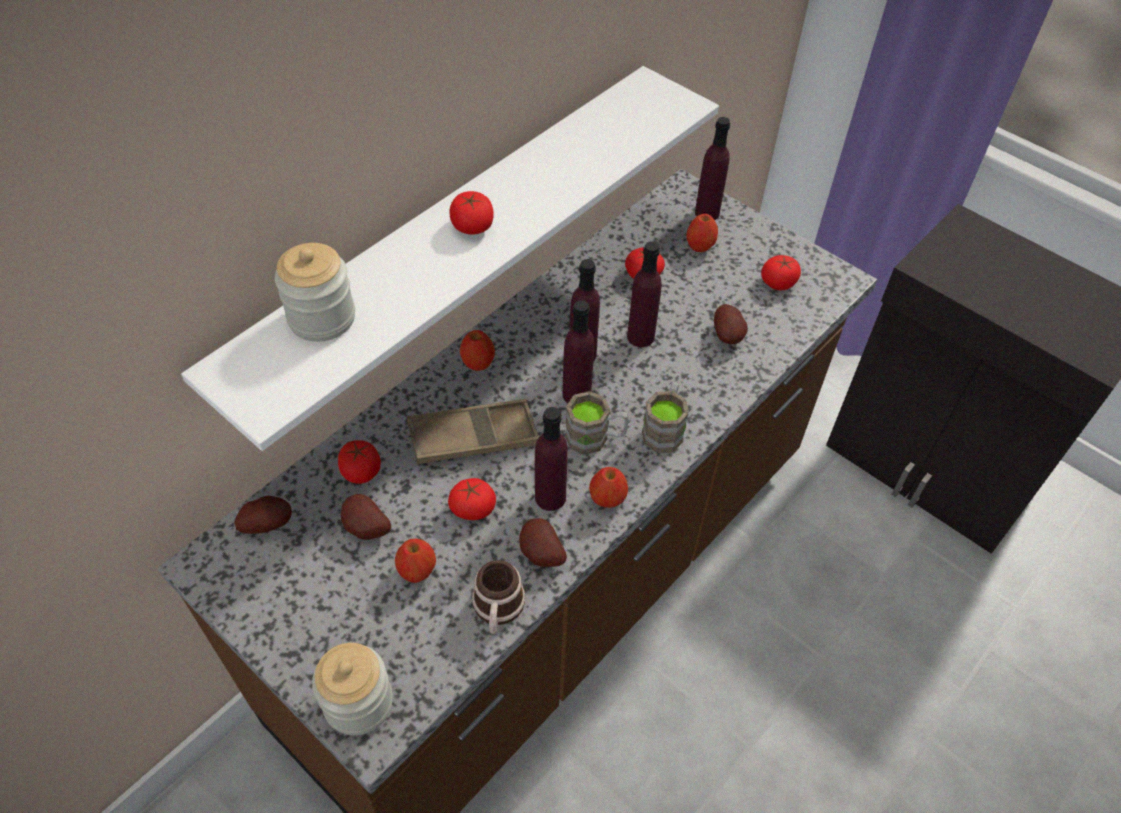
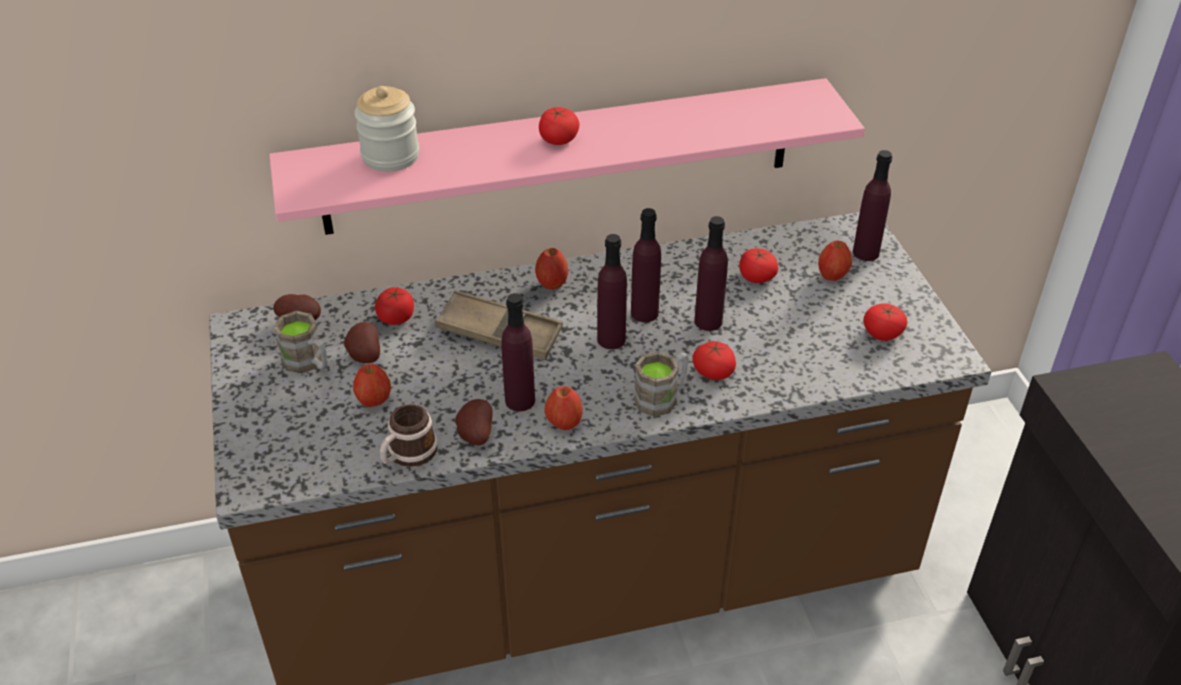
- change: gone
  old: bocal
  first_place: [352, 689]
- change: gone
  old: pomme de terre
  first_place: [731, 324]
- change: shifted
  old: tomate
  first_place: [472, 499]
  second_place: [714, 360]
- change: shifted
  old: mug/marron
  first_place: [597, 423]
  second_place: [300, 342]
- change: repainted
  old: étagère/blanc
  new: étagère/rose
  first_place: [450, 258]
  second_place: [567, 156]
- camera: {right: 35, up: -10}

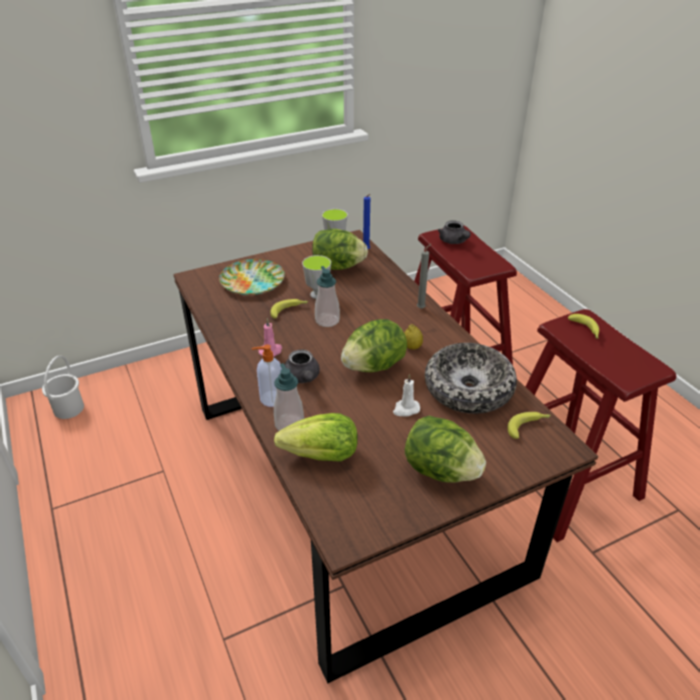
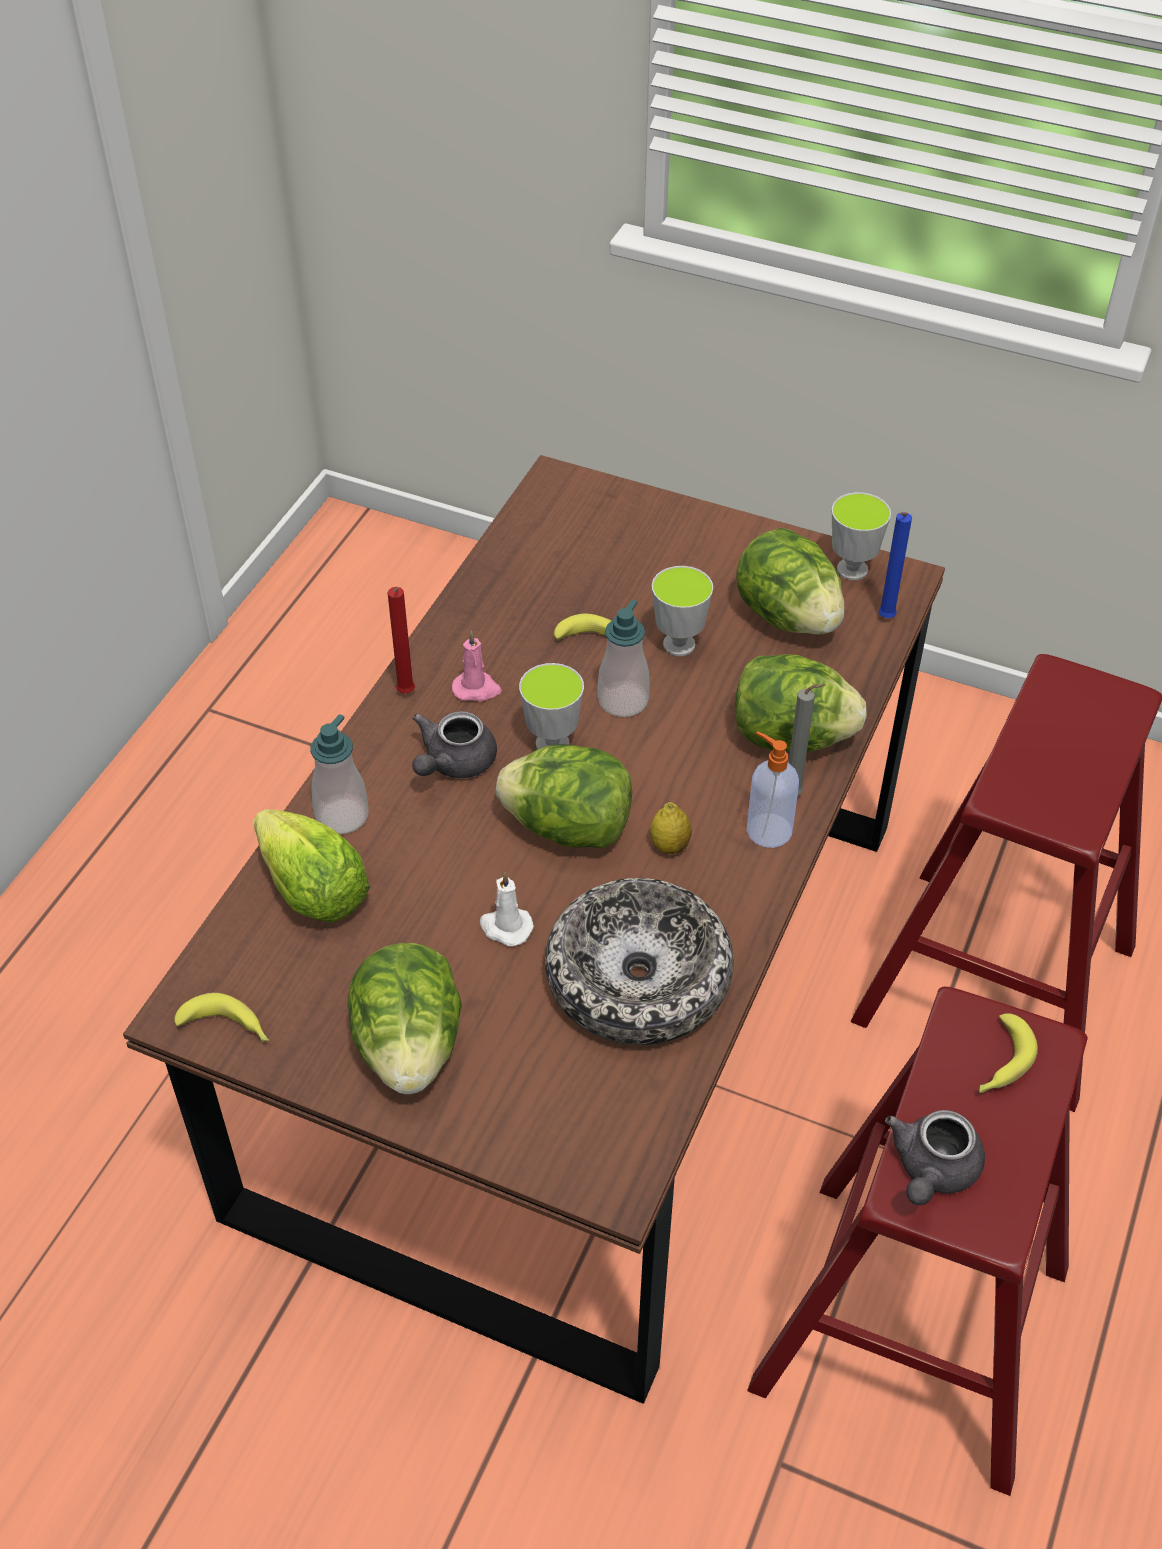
- change: gone
  old: seau/blanc
  first_place: [63, 387]
- change: gone
  old: assiette
  first_place: [252, 277]
- change: new
  new: bougie/rouge
  second_place: [401, 640]
- change: new
  new: tasse
  second_place: [551, 706]
- change: new
  new: laitue
  second_place: [801, 703]
- change: shifted
  old: distributeur de savon
  first_place: [267, 375]
  second_place: [773, 789]
- change: shifted
  old: théière/gris
  first_place: [454, 232]
  second_place: [935, 1157]
- change: shifted
  old: banane
  first_place: [529, 425]
  second_place: [221, 1017]
- camera: {right: 50, up: 10}

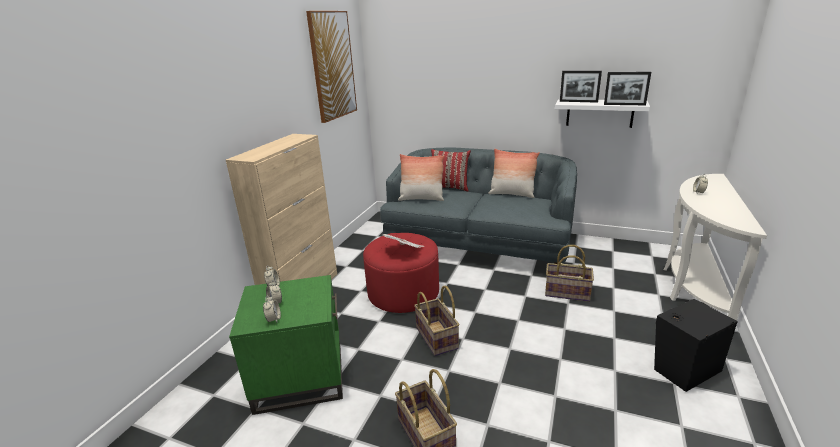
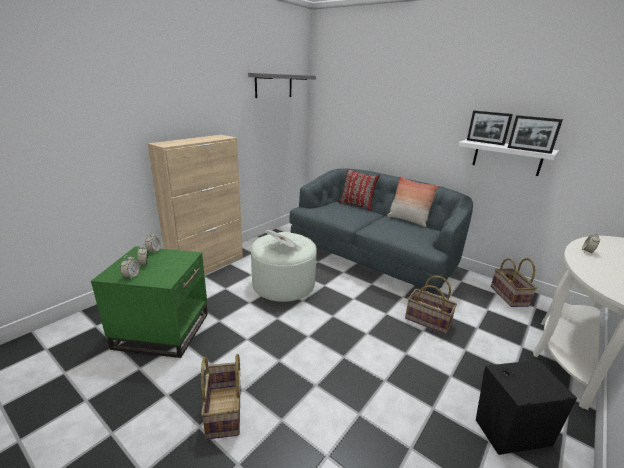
- change: gone
  old: coussin
  first_place: [421, 177]
- change: shifted
  old: panier
  first_place: [436, 321]
  second_place: [514, 282]
- change: swapped
  old: tableau
  new: étagère/gris
  first_place: [331, 67]
  second_place: [282, 85]
- change: repainted
  old: pouf/rouge
  new: pouf/blanc
  first_place: [401, 273]
  second_place: [284, 267]
- camera: {right: 15, up: 0}

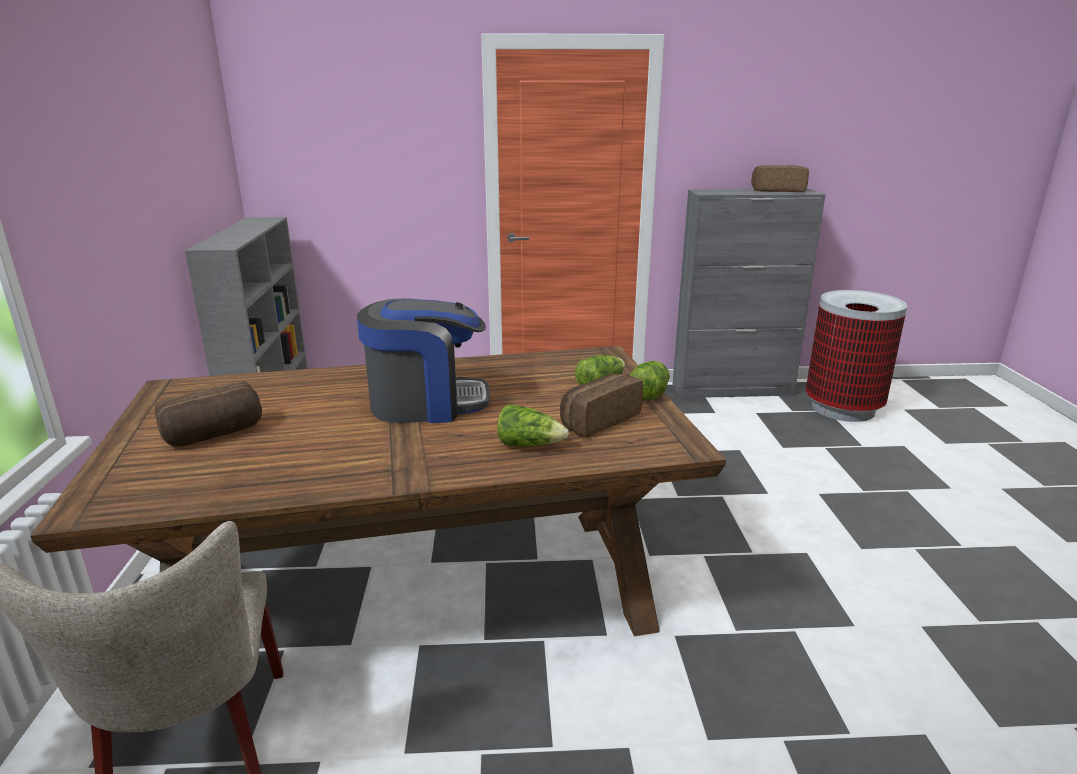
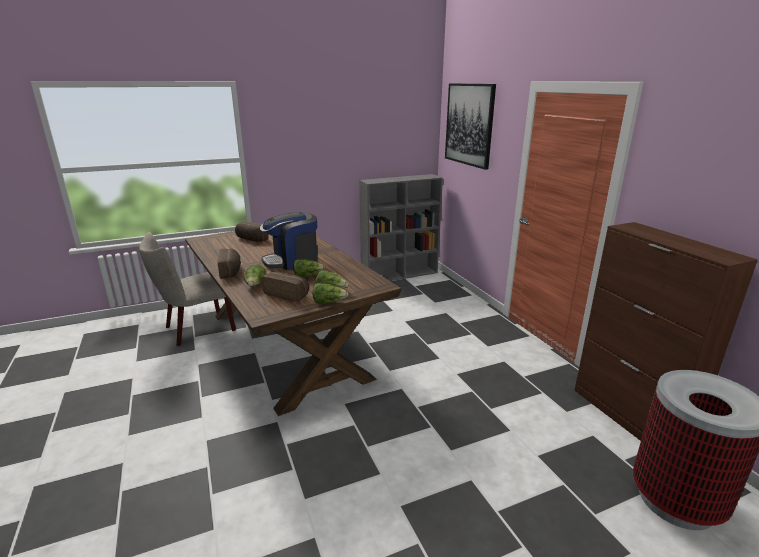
- change: new
  new: laitue
  second_place: [309, 268]
- change: new
  new: tableau
  second_place: [470, 126]
- change: shifted
  old: pain
  first_place: [780, 178]
  second_place: [229, 264]
- change: repainted
  old: meuble de rangement/gris
  new: meuble de rangement/marron
  first_place: [749, 293]
  second_place: [666, 331]
- change: rotated
  old: machine à café
  first_place: [423, 360]
  second_place: [288, 241]
  degrees: 90
- camera: {right: 70, up: 0}

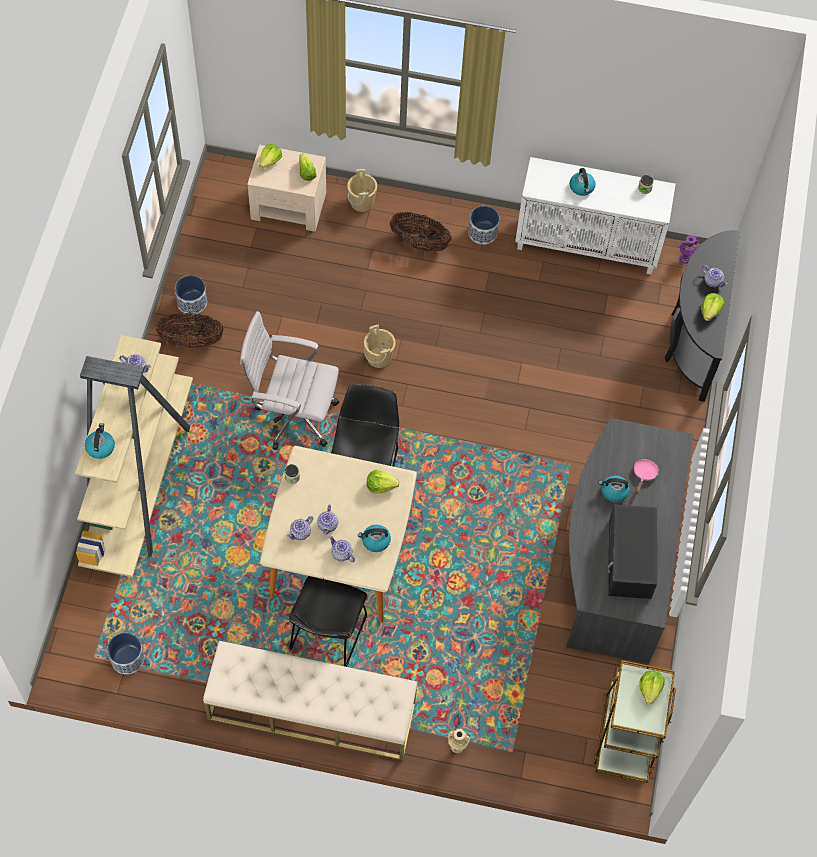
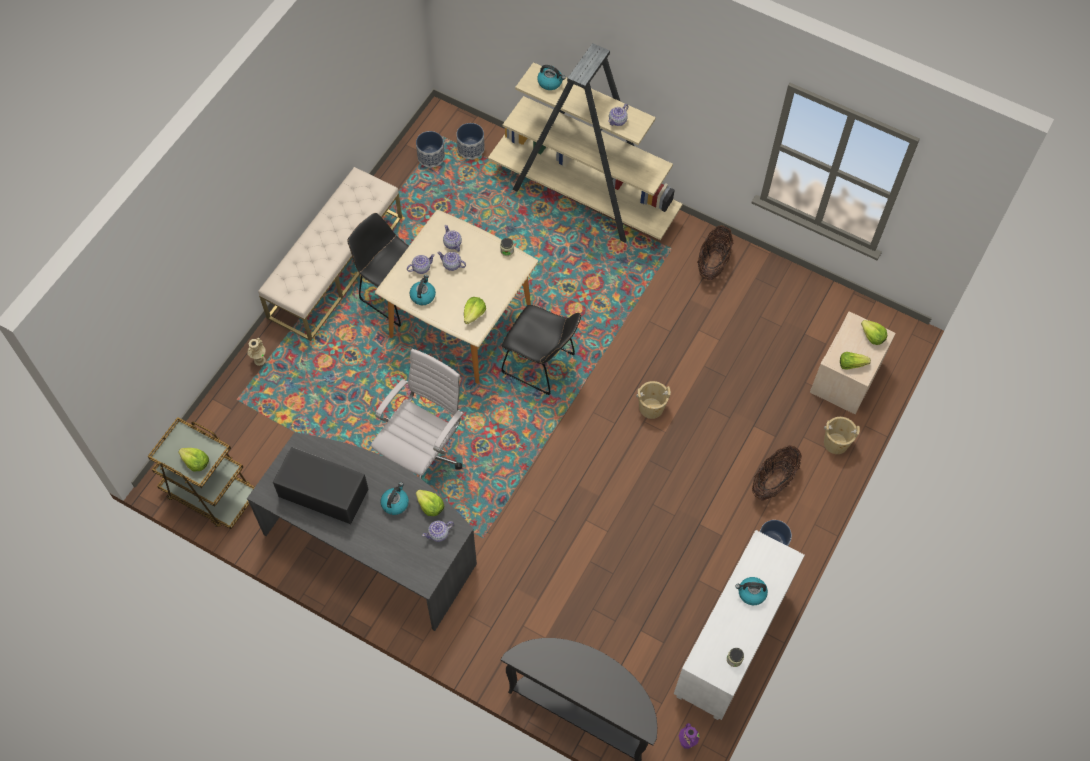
- change: gone
  old: poêle/rose
  first_place: [646, 476]
- change: shifted
  old: cache-pot
  first_place: [191, 294]
  second_place: [471, 141]
- change: shifted
  old: chaise de bureau/blanc
  first_place: [289, 380]
  second_place: [417, 413]
- change: shifted
  old: laitue
  first_place: [713, 307]
  second_place: [430, 503]
- change: shifted
  old: théière
  first_place: [715, 276]
  second_place: [438, 531]
- camera: {right: 110, up: 0}

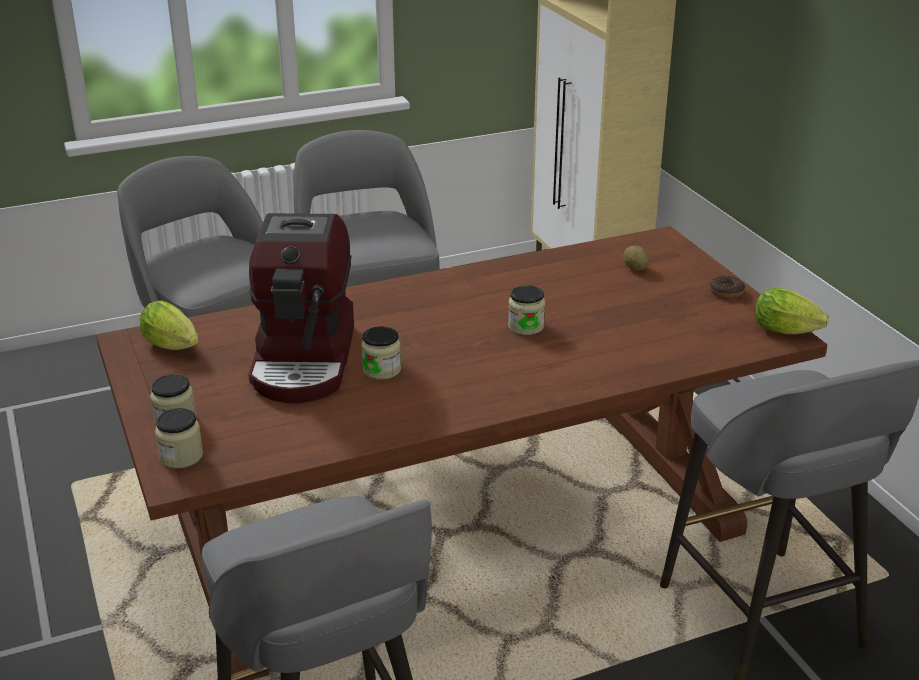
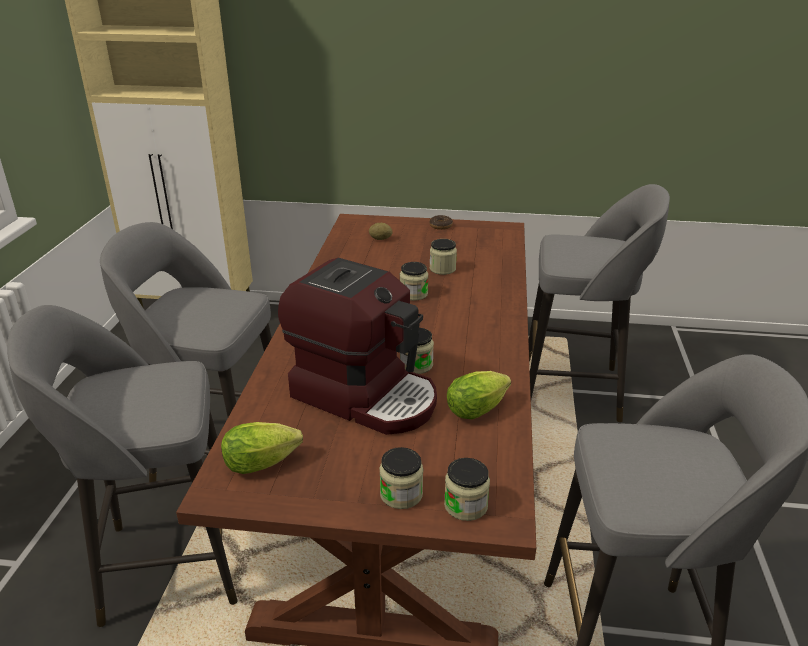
- change: new
  new: bocal
  second_place: [443, 257]
- change: shifted
  old: laitue
  first_place: [792, 311]
  second_place: [479, 395]
- camera: {right: -60, up: 0}

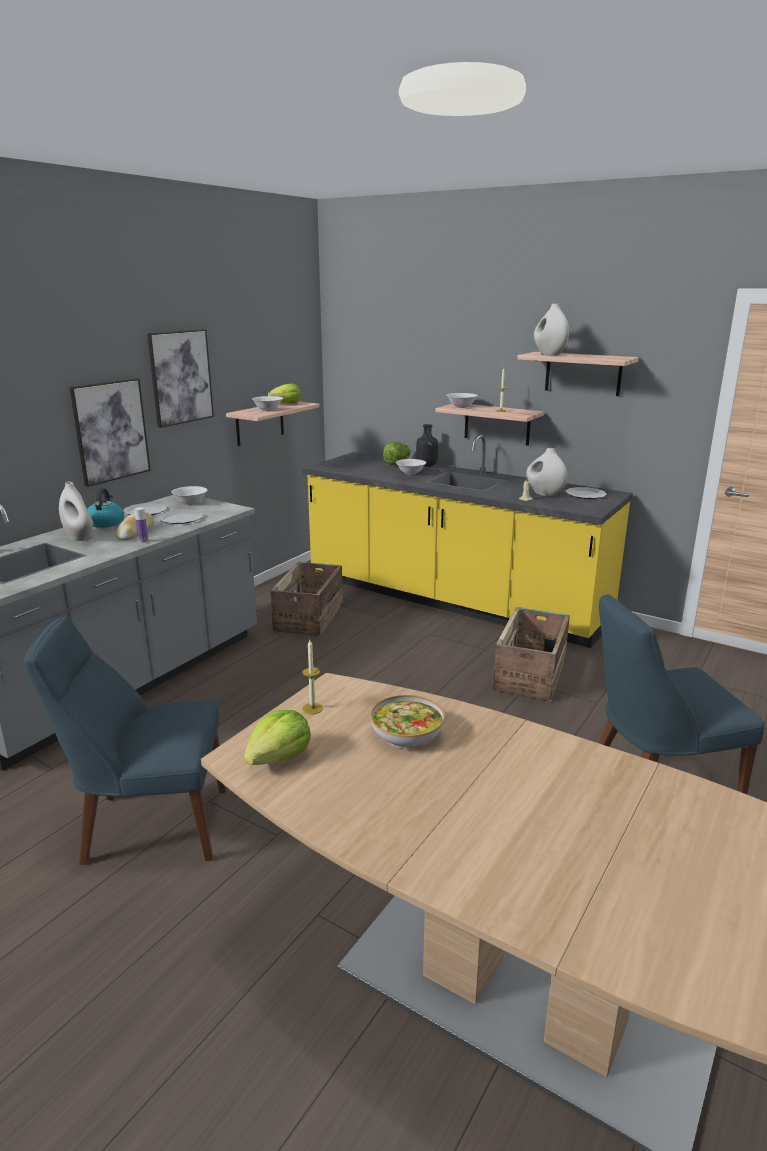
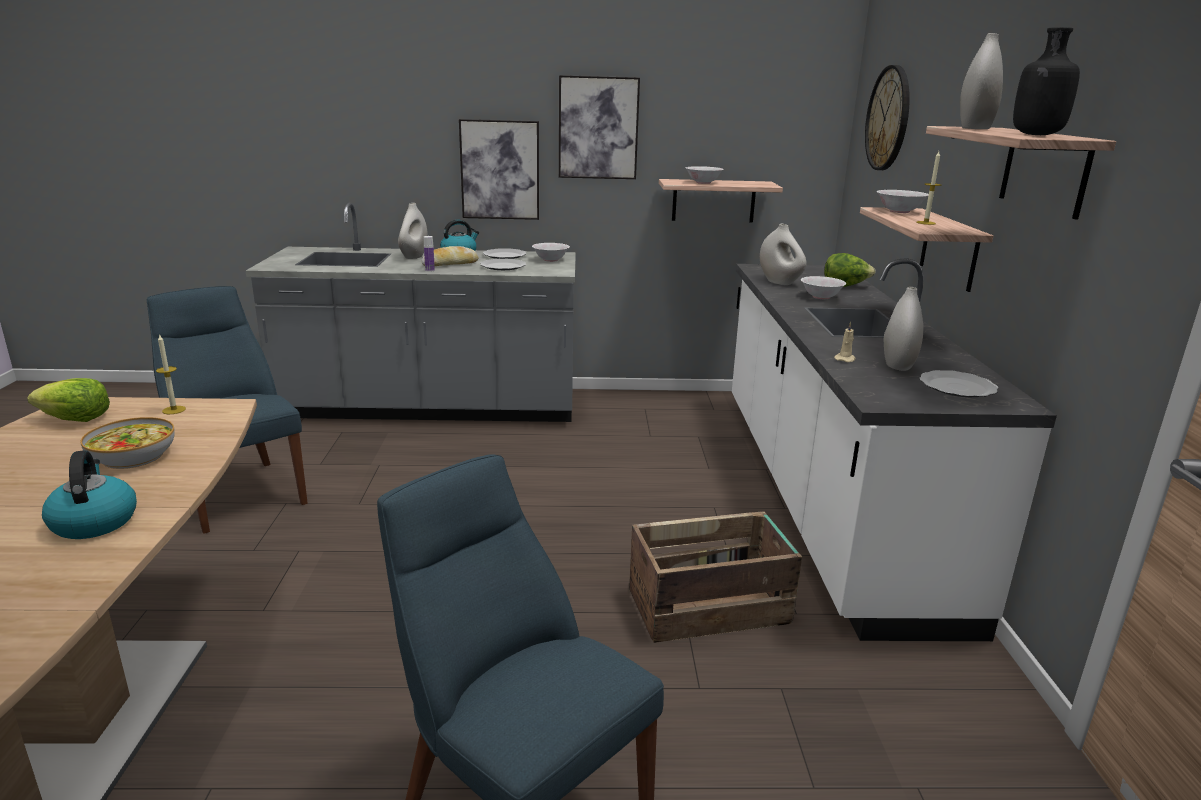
- change: gone
  old: laitue
  first_place: [284, 393]
- change: gone
  old: caisse
  first_place: [306, 599]
- change: new
  new: bouilloire
  second_place: [89, 494]
- change: new
  new: vase/blanc
  second_place: [783, 254]
- change: new
  new: horloge murale
  second_place: [887, 117]
- change: shifted
  old: bouteille/noir
  first_place: [427, 445]
  second_place: [1046, 81]
- change: repainted
  old: comptoir de cuisine/jaune
  new: comptoir de cuisine/blanc
  first_place: [468, 541]
  second_place: [894, 450]
- camera: {right: 55, up: 0}

